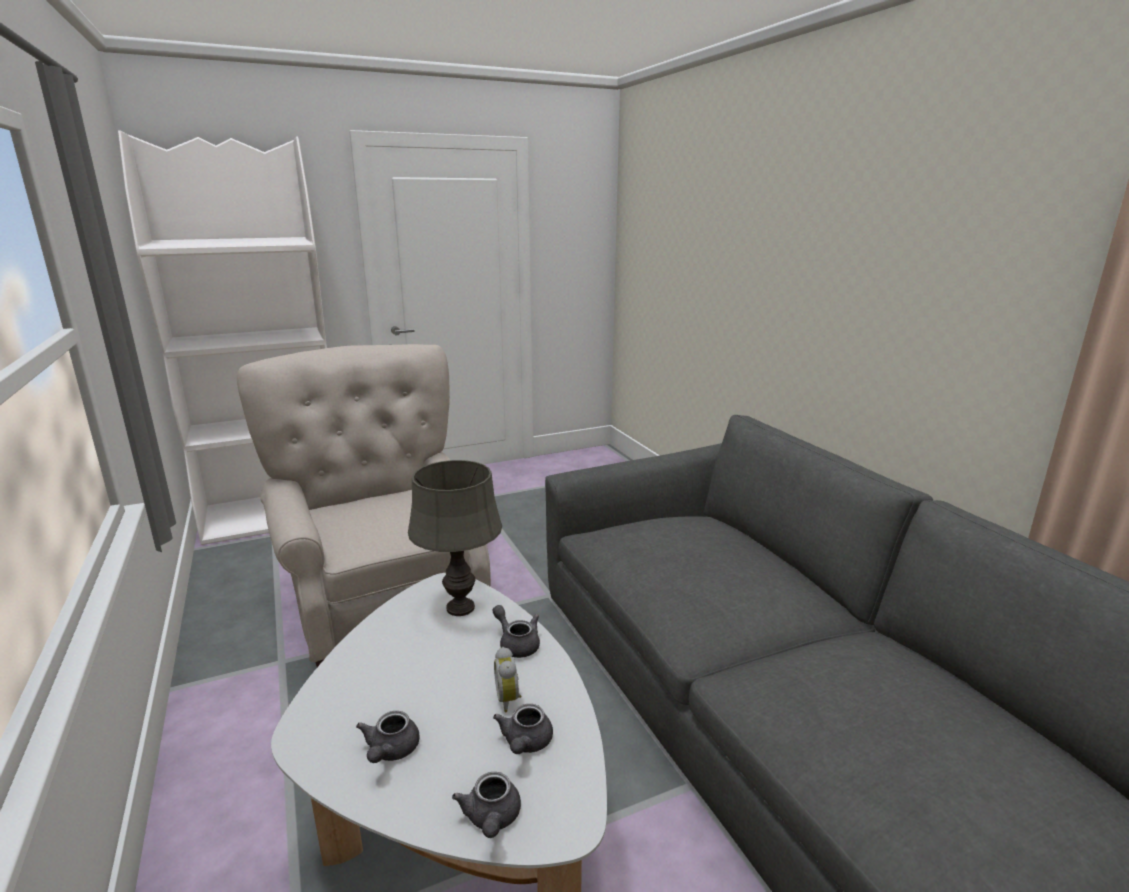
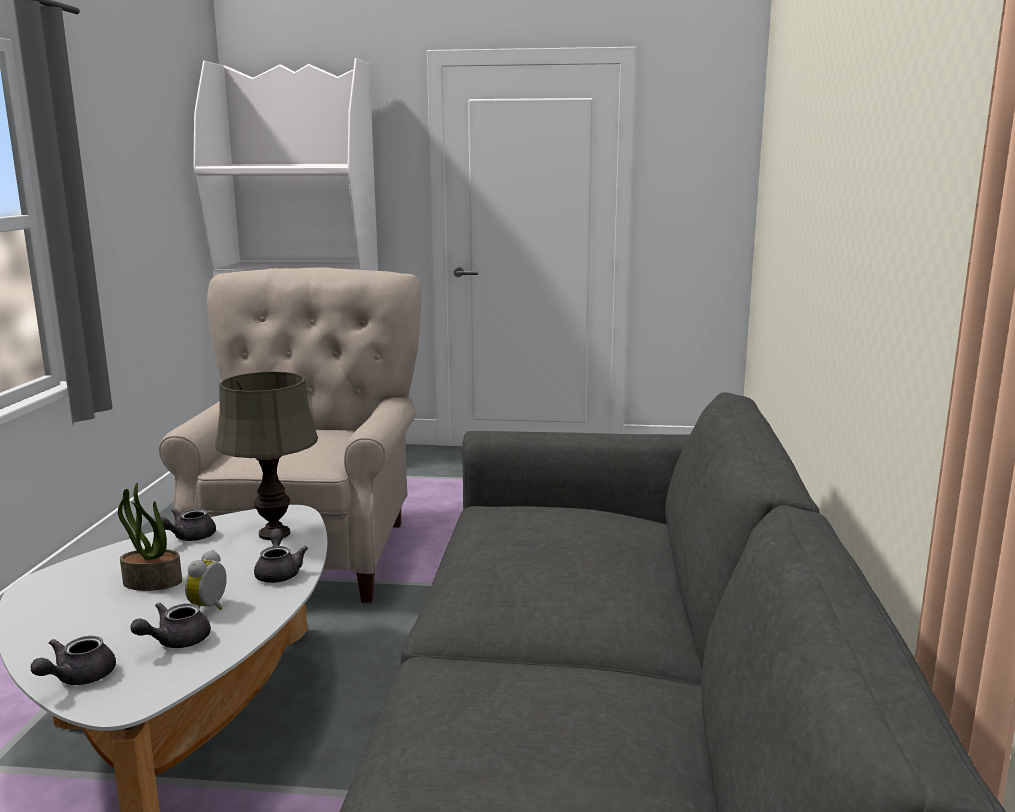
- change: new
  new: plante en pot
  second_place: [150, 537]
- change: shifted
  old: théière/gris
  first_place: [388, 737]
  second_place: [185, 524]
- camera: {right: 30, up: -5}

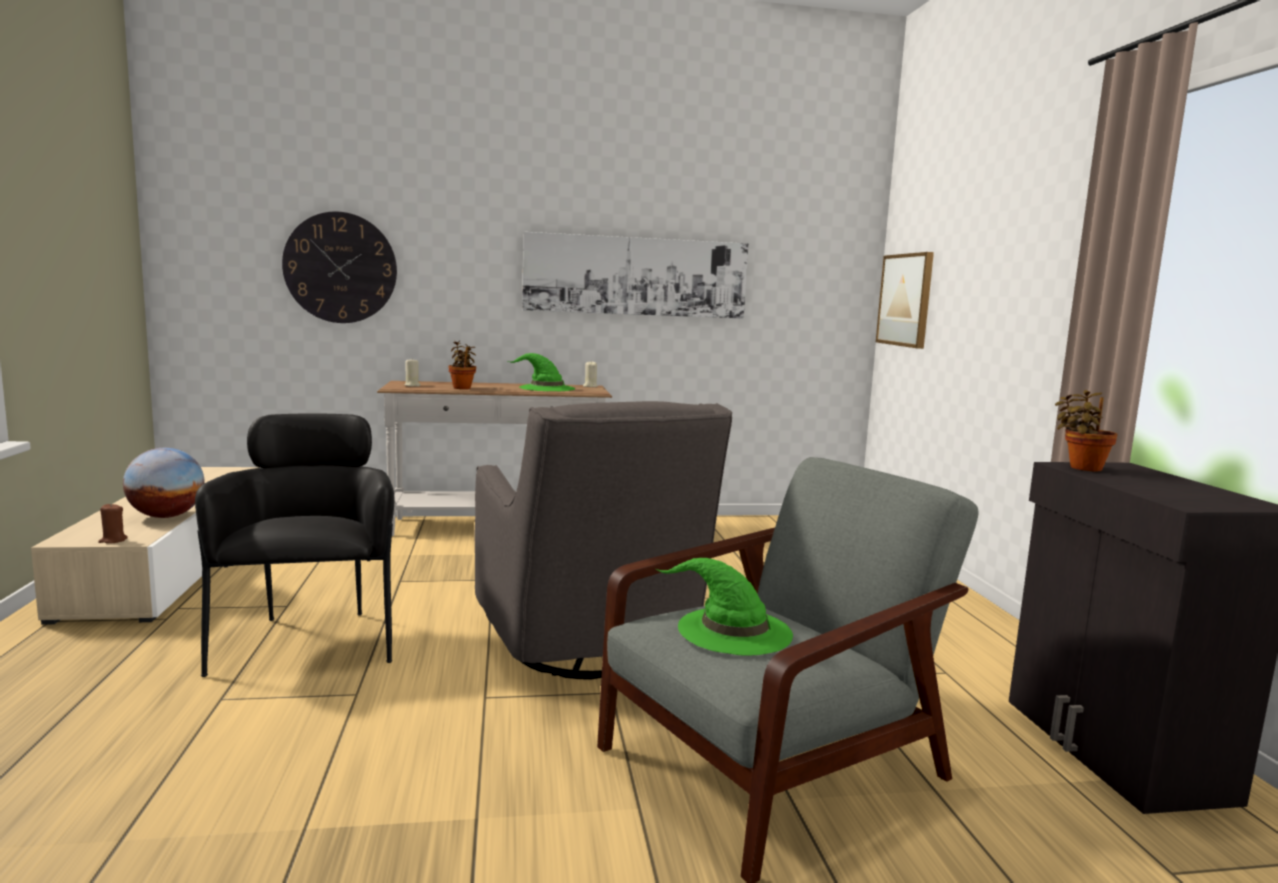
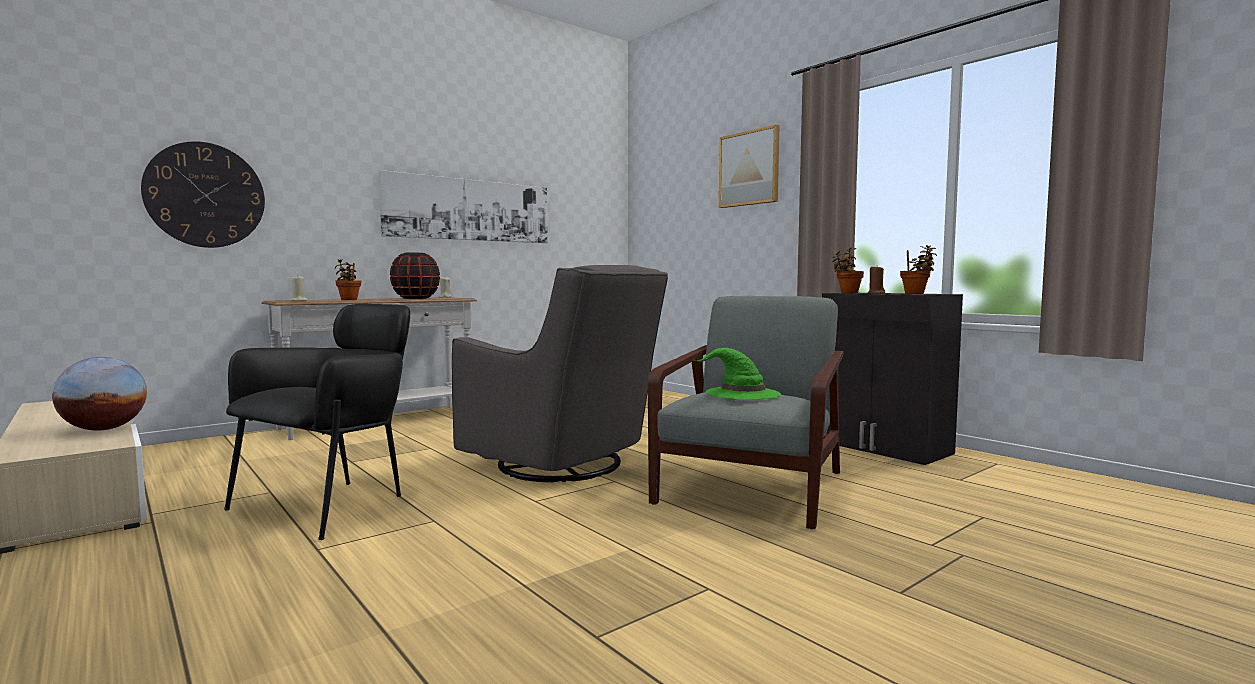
- change: new
  new: plante en pot
  second_place: [918, 269]
- change: shifted
  old: bougie/marron
  first_place: [113, 523]
  second_place: [876, 280]
- change: shifted
  old: tableau
  first_place: [905, 300]
  second_place: [749, 166]
- change: swapped
  old: chapeau/vert
  new: vase/noir
  first_place: [541, 372]
  second_place: [415, 276]
- change: rotated
  old: fauteuil/noir
  first_place: [294, 545]
  second_place: [317, 422]
  degrees: 75
- camera: {right: -30, up: -5}

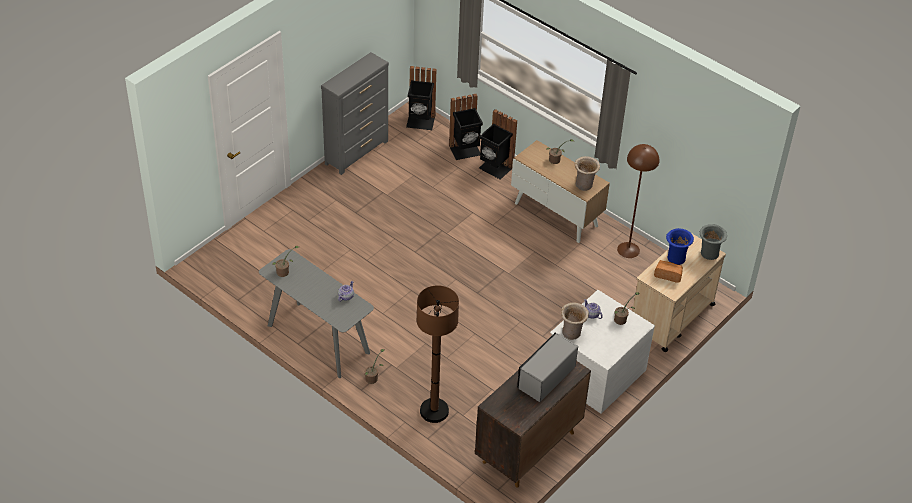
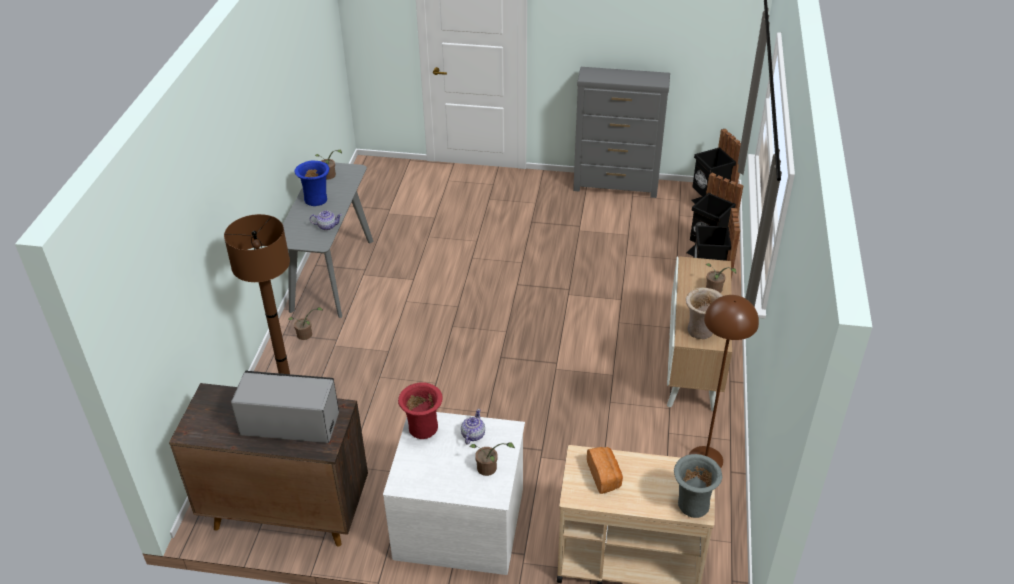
- change: shifted
  old: vase/bleu
  first_place: [680, 246]
  second_place: [312, 183]
- change: repainted
  old: vase/beige
  new: vase/rouge
  first_place: [575, 321]
  second_place: [420, 410]
- camera: {right: 60, up: -5}

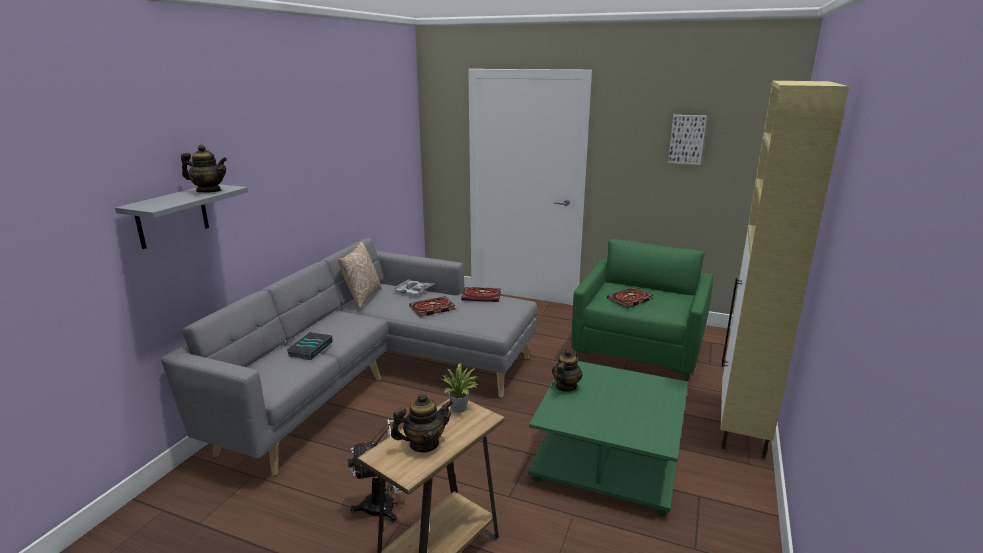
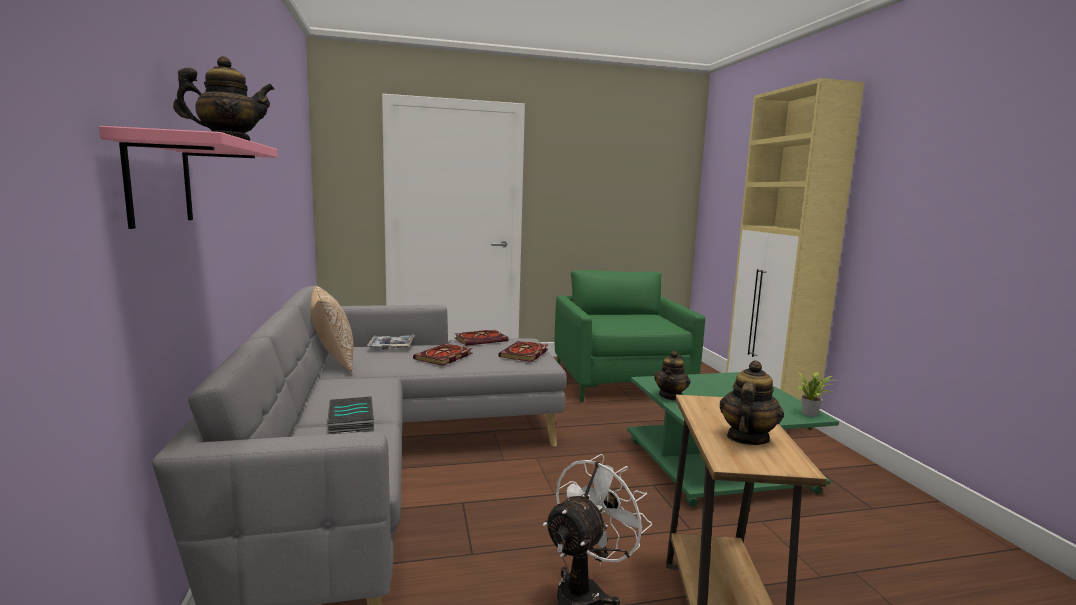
- change: gone
  old: tableau
  first_place: [687, 140]
- change: shifted
  old: plante en pot
  first_place: [460, 388]
  second_place: [817, 393]
- change: shifted
  old: livre
  first_place: [630, 297]
  second_place: [523, 351]
- change: repainted
  old: étagère/gris
  new: étagère/rose
  first_place: [181, 216]
  second_place: [188, 177]
- change: rotated
  old: théière
  first_place: [567, 370]
  second_place: [672, 375]
  degrees: -150
- camera: {right: -35, up: -10}

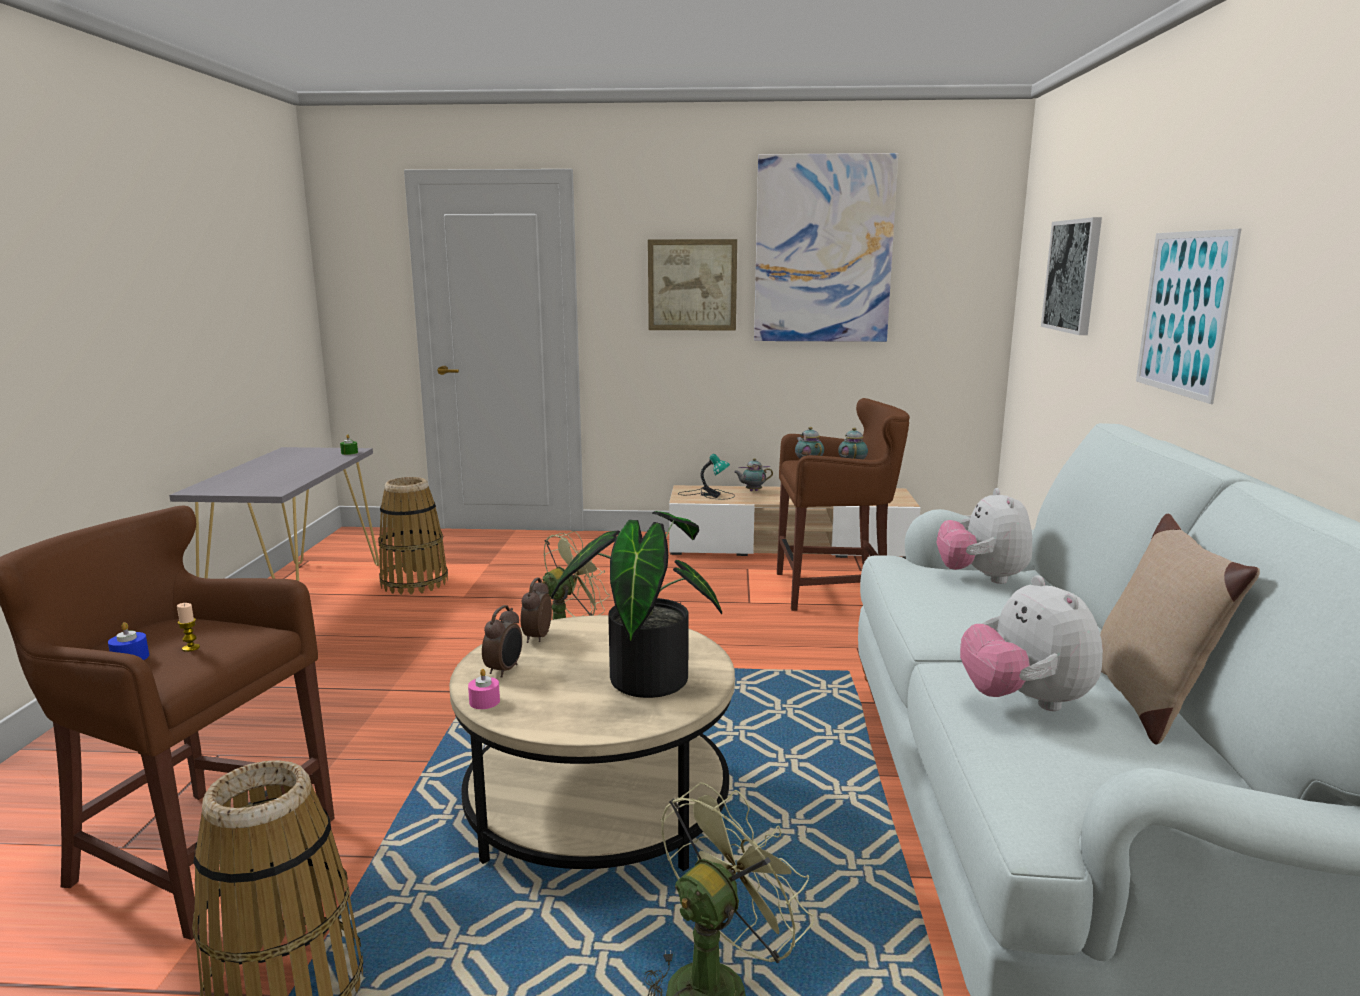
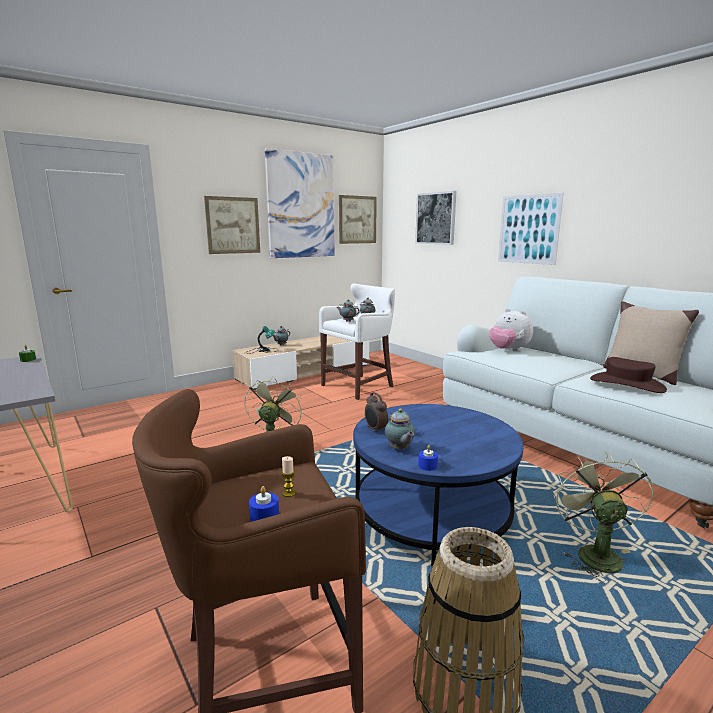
- change: gone
  old: panier
  first_place: [413, 536]
- change: gone
  old: plante en pot
  first_place: [636, 604]
- change: new
  new: tableau
  second_place: [358, 219]
- change: swapped
  old: réveil
  new: théière
  first_place: [502, 641]
  second_place: [400, 429]
- change: swapped
  old: peluche
  new: chapeau/marron
  first_place: [1031, 643]
  second_place: [628, 375]
- change: repainted
  old: table basse/beige
  new: table basse/bleu
  first_place: [592, 743]
  second_place: [438, 485]
- change: repainted
  old: bougie/rose
  new: bougie/bleu
  first_place: [484, 689]
  second_place: [428, 458]
- change: repainted
  old: tabouret/marron
  new: tabouret/blanc
  first_place: [843, 504]
  second_place: [357, 342]
- camera: {right: -40, up: 0}

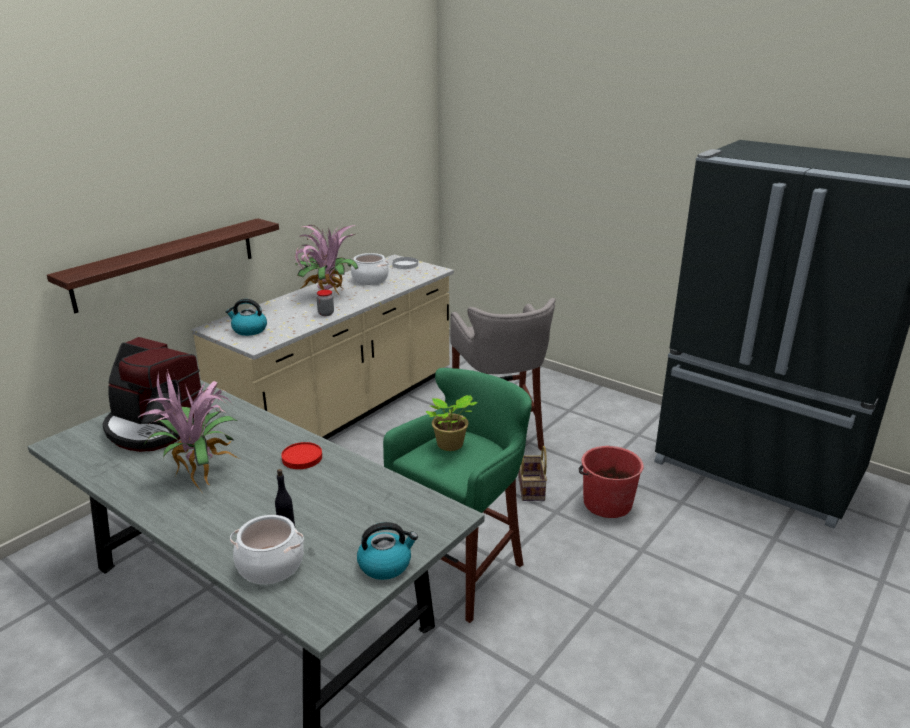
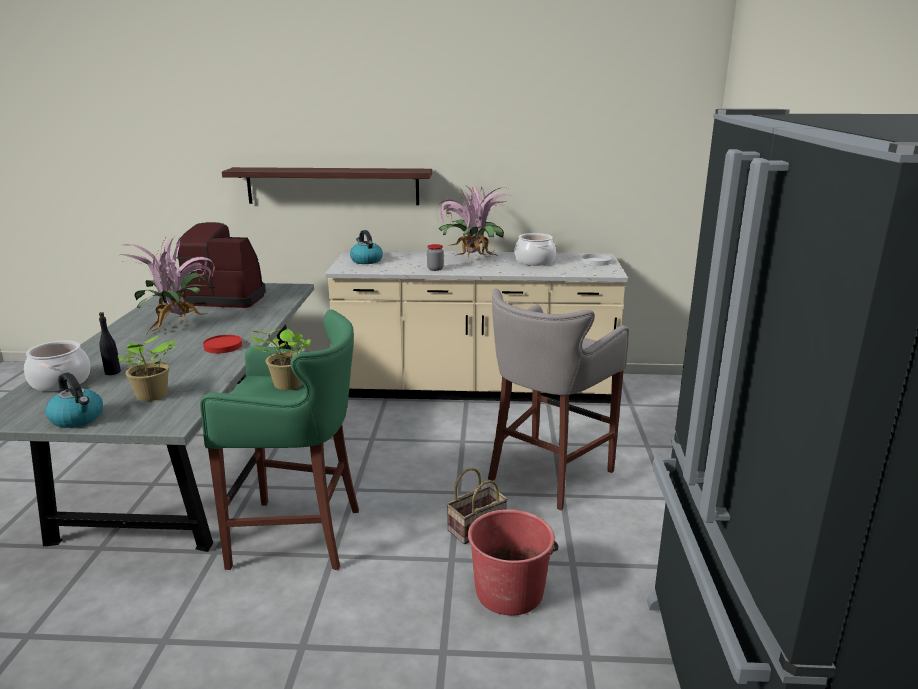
- change: new
  new: plante en pot
  second_place: [147, 368]
- change: rotated
  old: machine à café
  first_place: [155, 394]
  second_place: [221, 265]
  degrees: 105
- camera: {right: 55, up: -5}

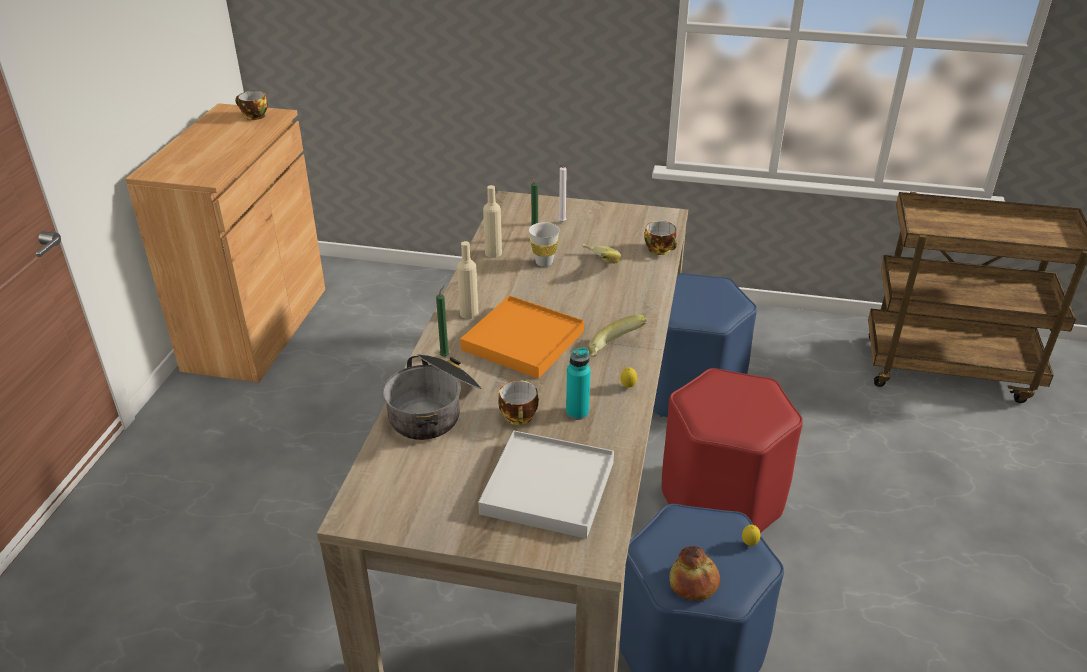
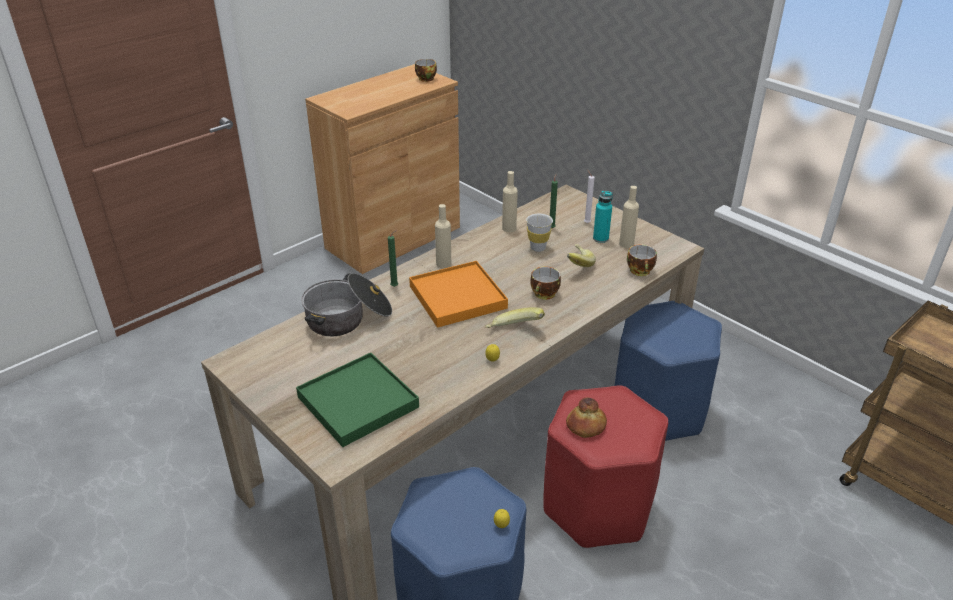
- change: new
  new: bouteille/beige
  second_place: [629, 217]
- change: shifted
  old: tasse
  first_place: [518, 402]
  second_place: [545, 283]
- change: shifted
  old: bouteille/turquoise
  first_place: [578, 383]
  second_place: [603, 217]
- change: shifted
  old: pain
  first_place: [695, 573]
  second_place: [586, 417]
- change: repainted
  old: plateau/blanc
  new: plateau/vert
  first_place: [546, 485]
  second_place: [357, 400]
- camera: {right: 35, up: 0}

